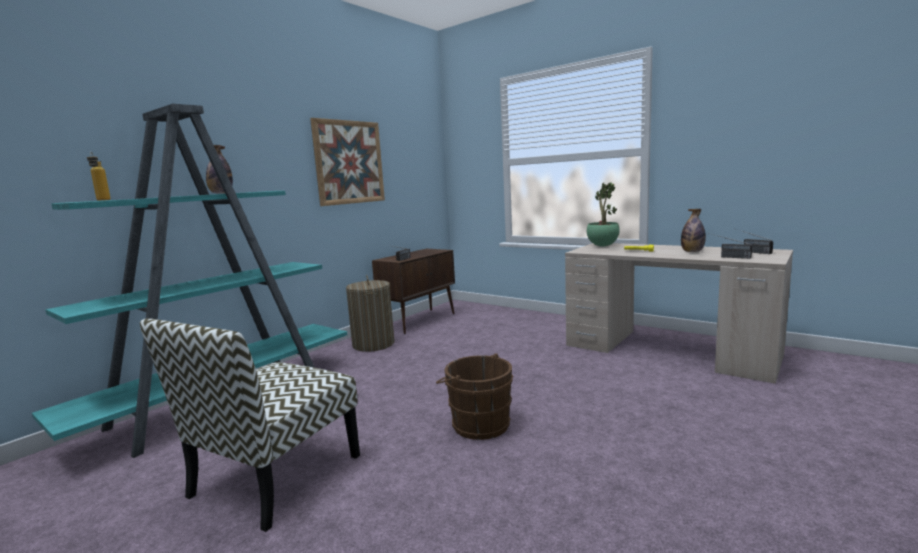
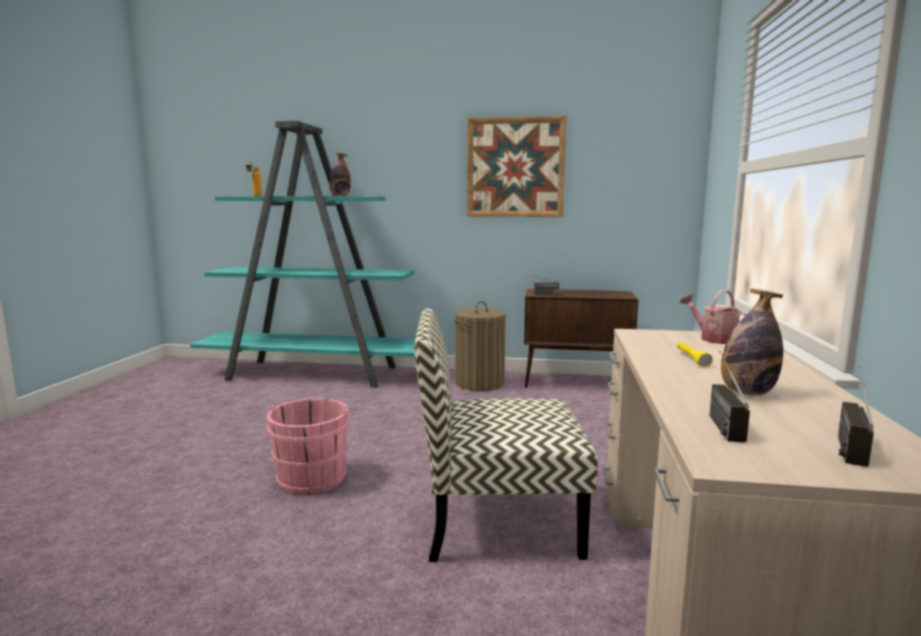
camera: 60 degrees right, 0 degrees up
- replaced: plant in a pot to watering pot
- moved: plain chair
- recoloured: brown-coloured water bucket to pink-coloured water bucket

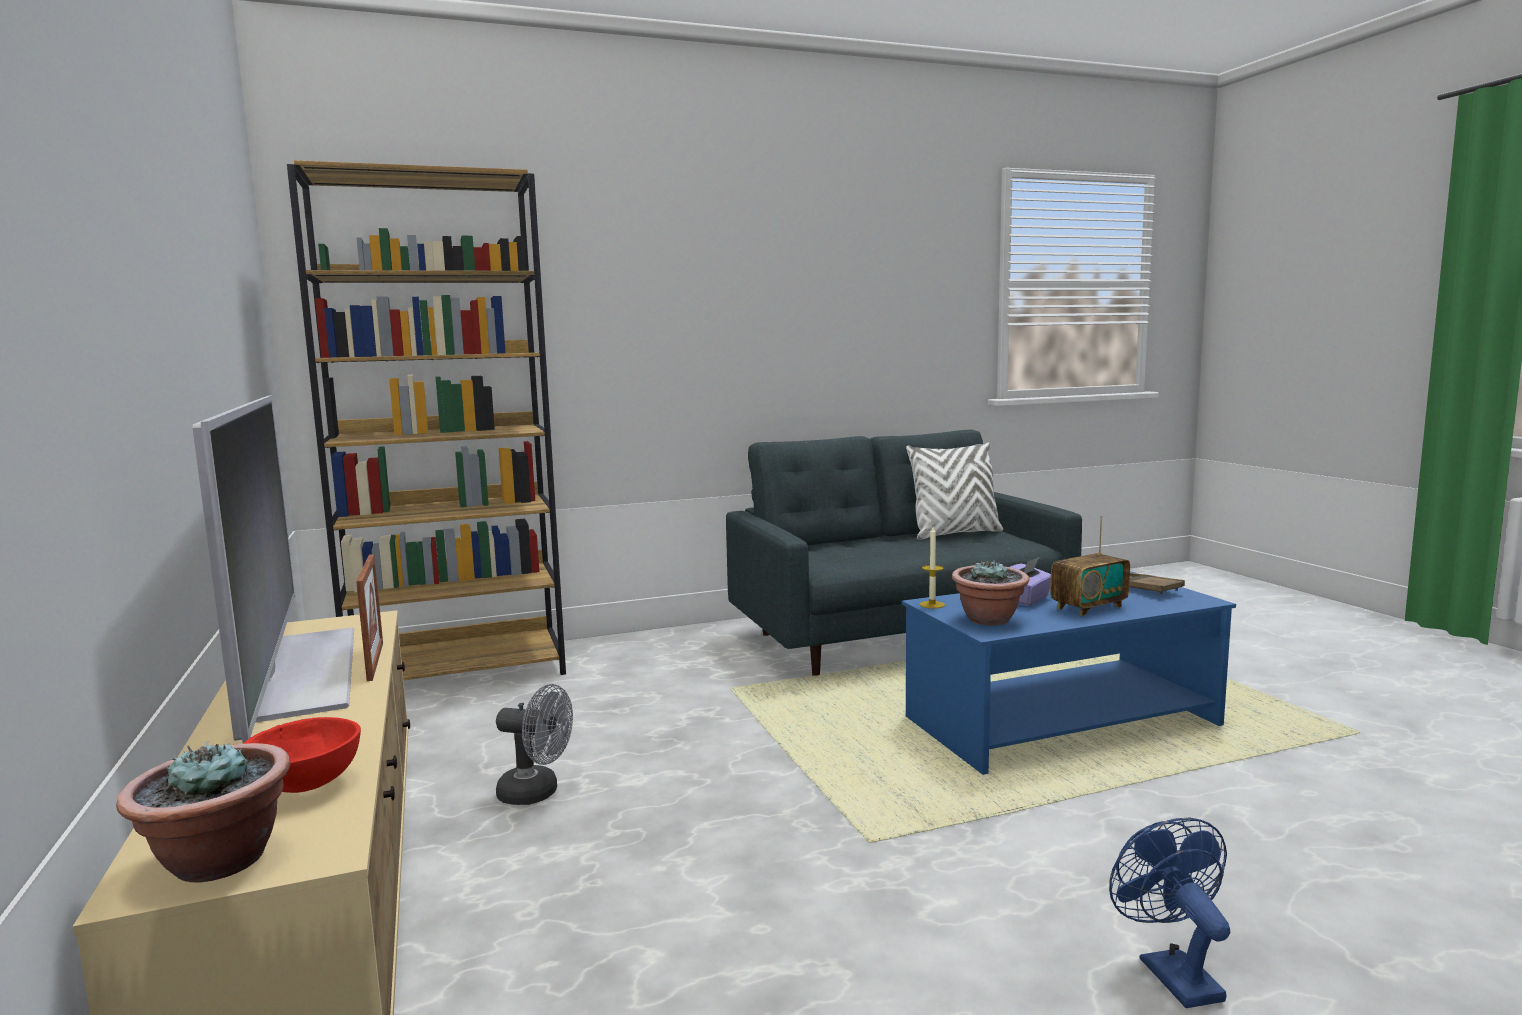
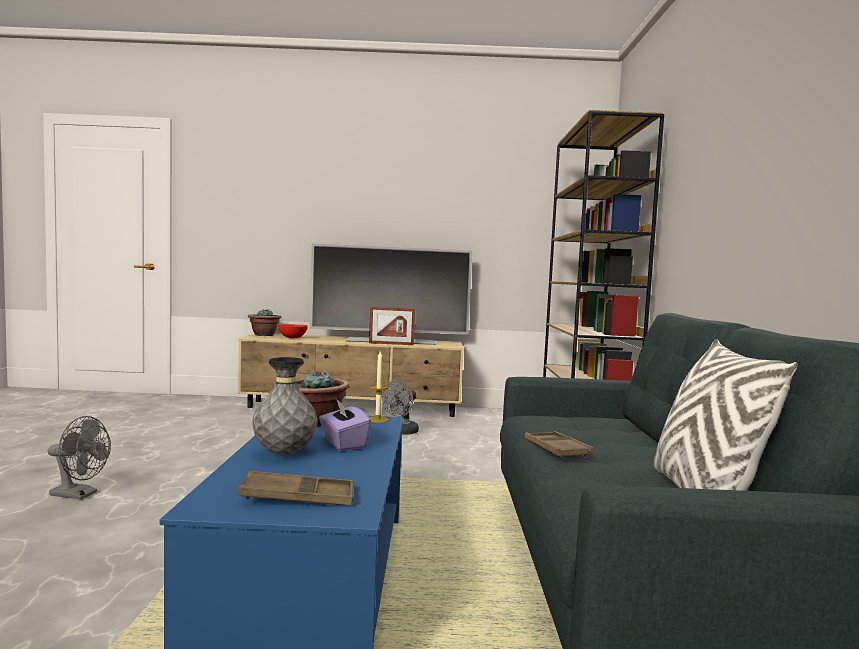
camera: 110 degrees right, 5 degrees down
- replaced: radio receiver to grey flower vase
- recoloured: blue-coloured fan to grey fan (1st from left)
- added: brown-coloured tray (2nd from left)

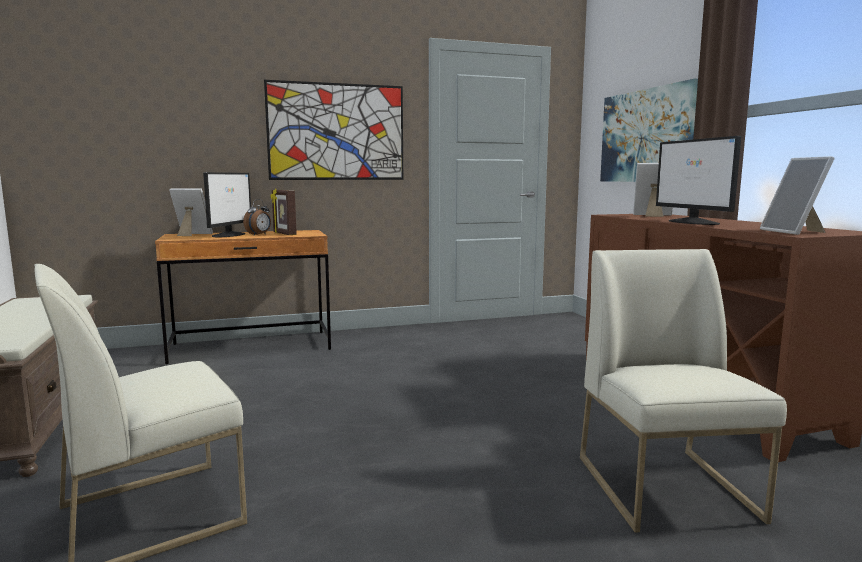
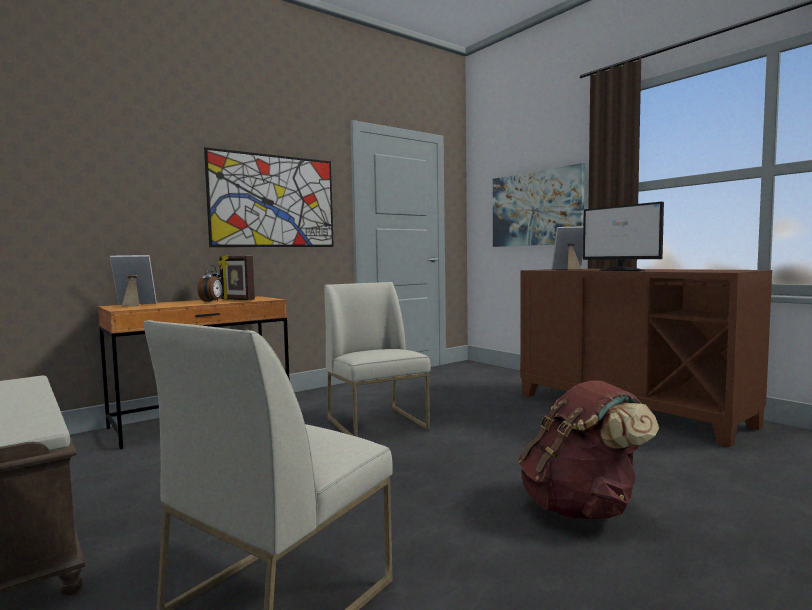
camera: 20 degrees left, 5 degrees down
- removed: photo frame (4th from left)
- removed: computer screen (1st from left)
- moved: whitish plain chair (2nd from left)
- added: brown-coloured rucksack

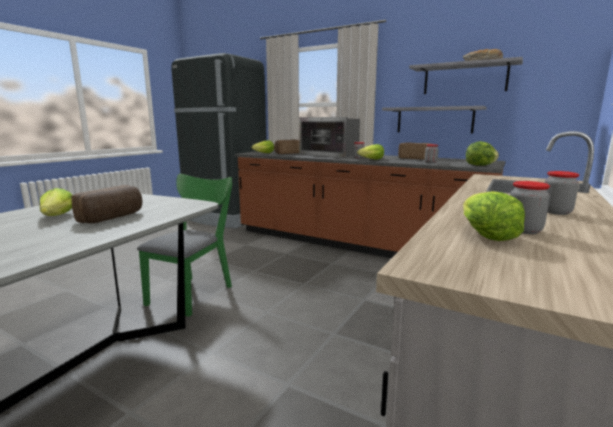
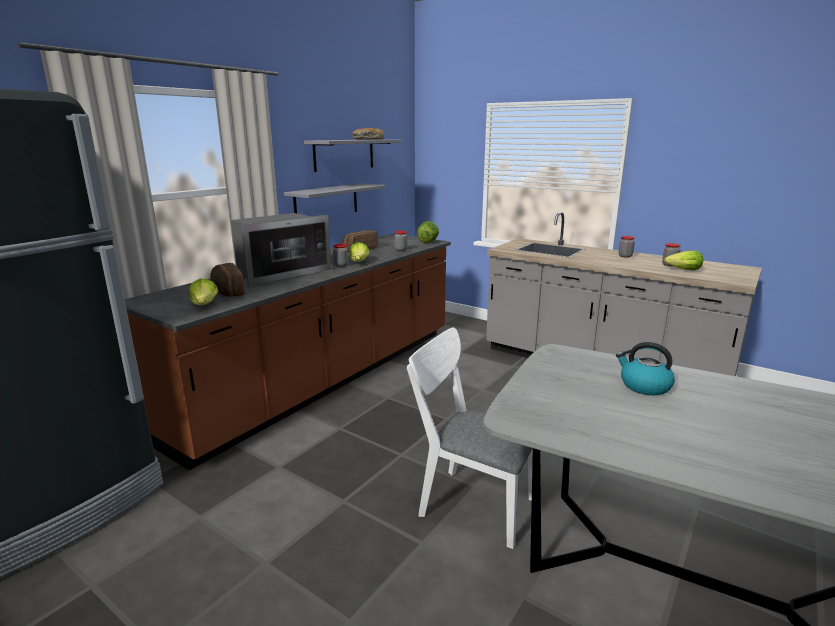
camera: 85 degrees left, 5 degrees up
- recoloured: green-coloured plain chair to whitish plain chair
- replaced: baked bread (1st from left) to tea kettle
- removed: lettuce (1st from left)

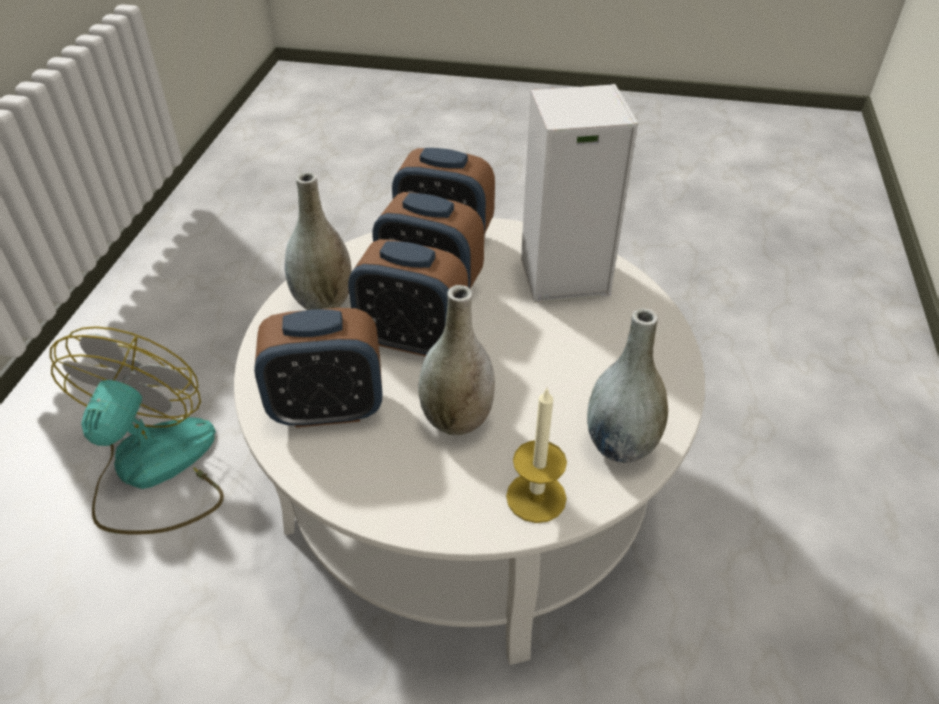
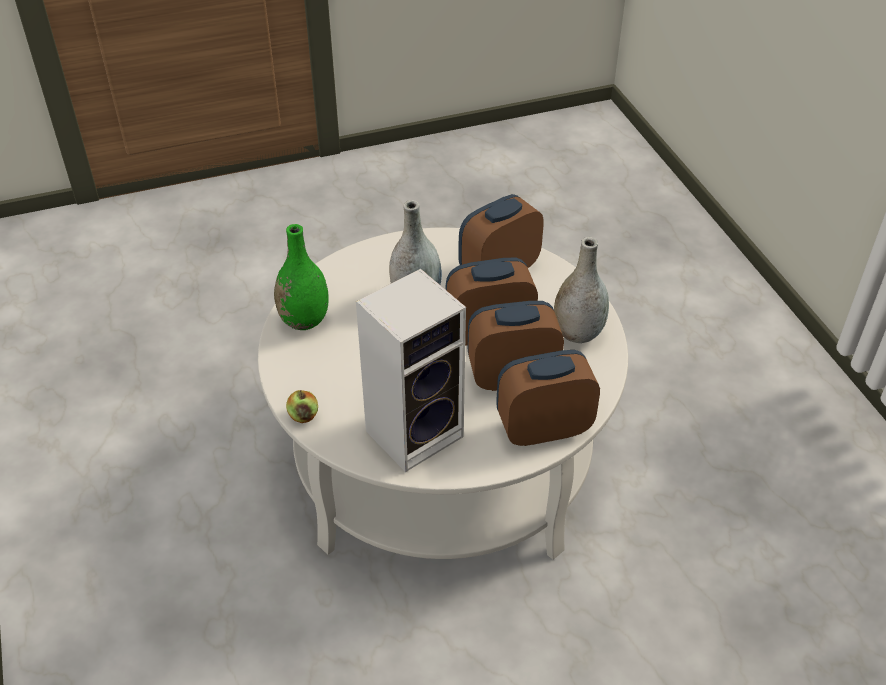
camera: 150 degrees right, 0 degrees up
- recoloured: grey flower vase (3rd from left) to green-coloured flower vase
- removed: fan
- removed: wax light
- added: apple fruit

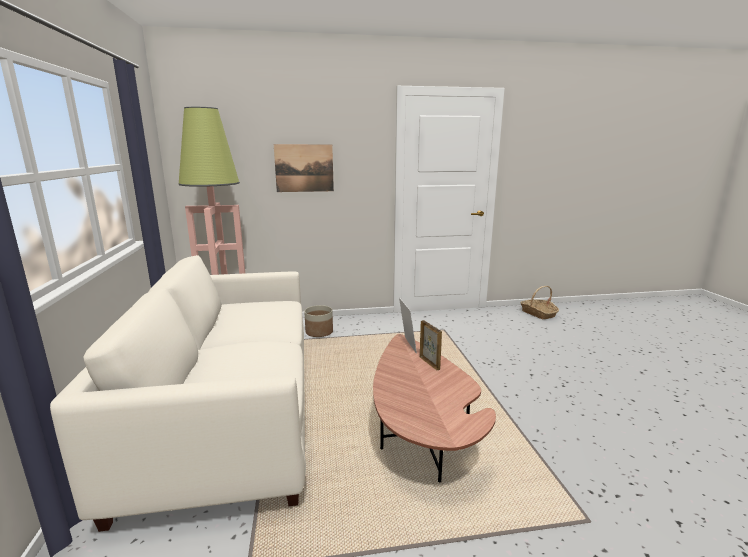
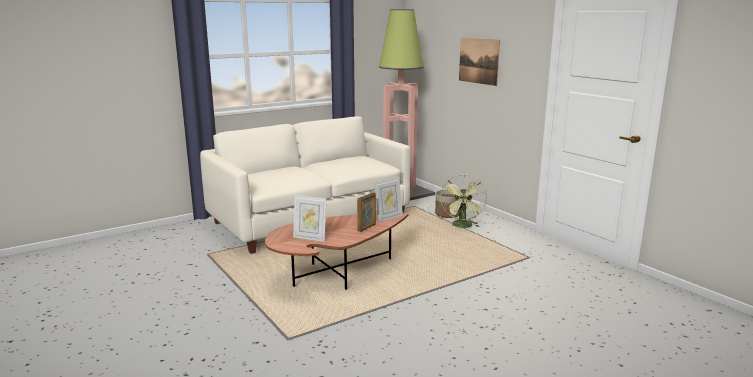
camera: 65 degrees right, 0 degrees up
- removed: basket
- added: green-coloured fan
- added: photo frame (1st from left)

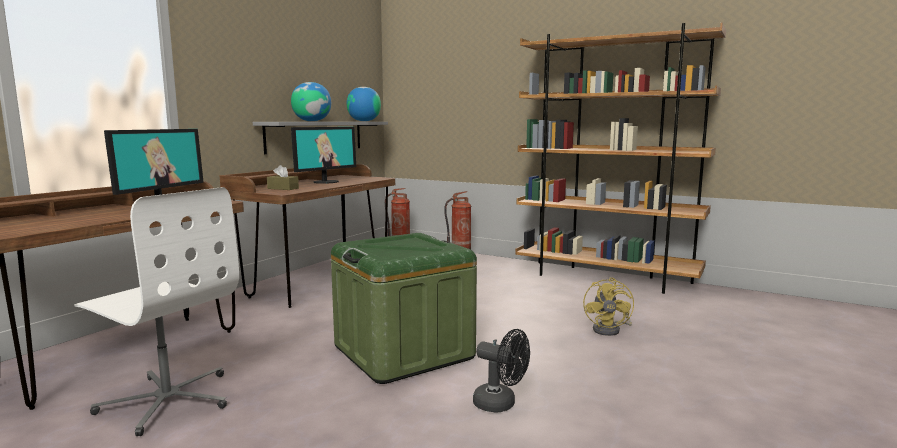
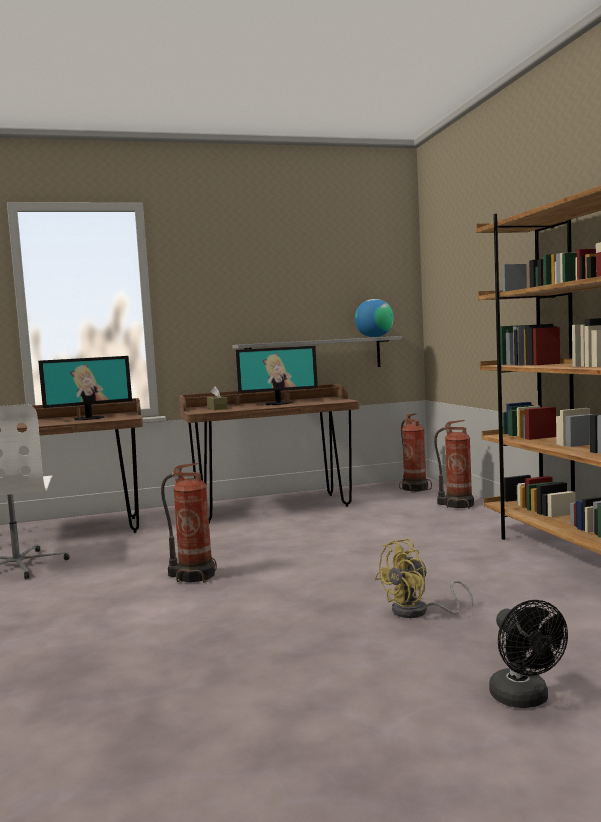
camera: 45 degrees right, 5 degrees down
- removed: desk globe (1st from left)
- replaced: green-coloured storage box to extinguisher (1st from left)
- moved: black-coloured fan

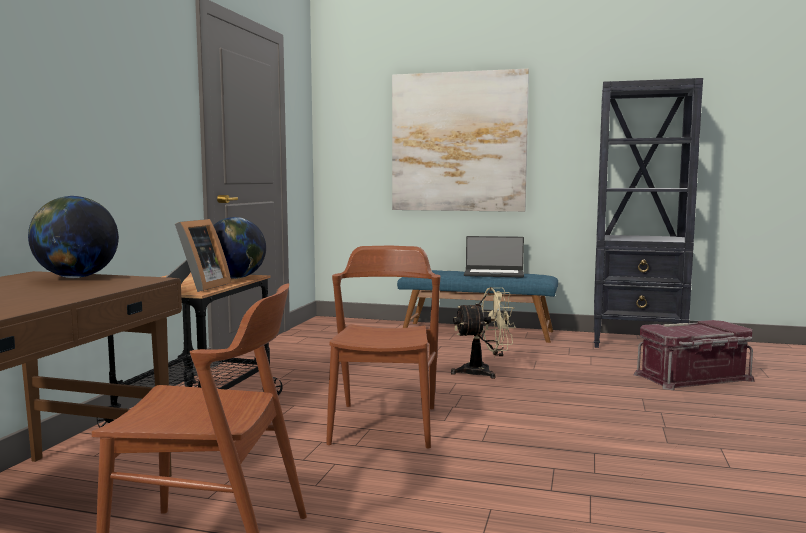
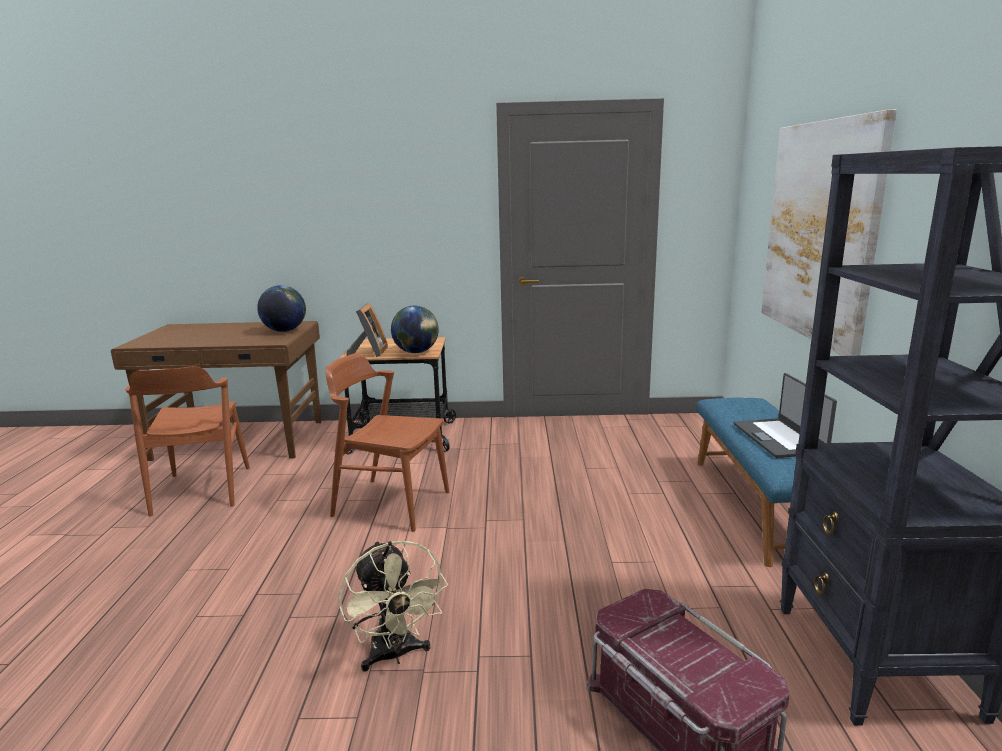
camera: 75 degrees right, 10 degrees up
- turned: photo frame 90 degrees counterclockwise
- turned: brown-coloured plain chair (2nd from left) 150 degrees counterclockwise
- moved: beige fan

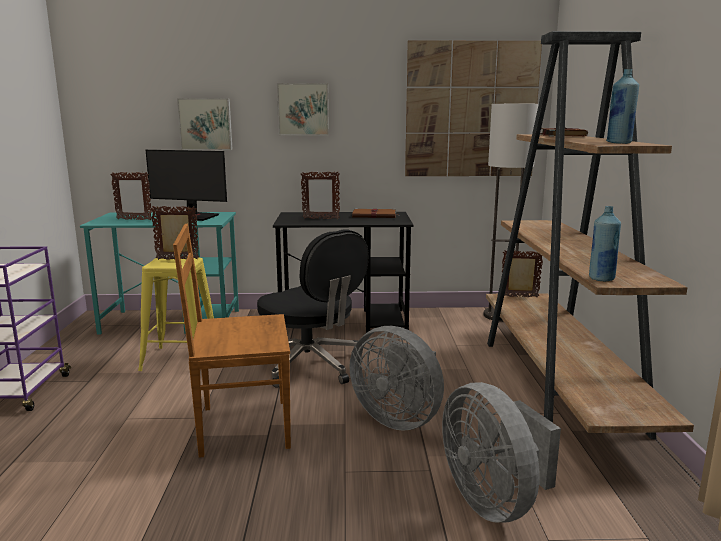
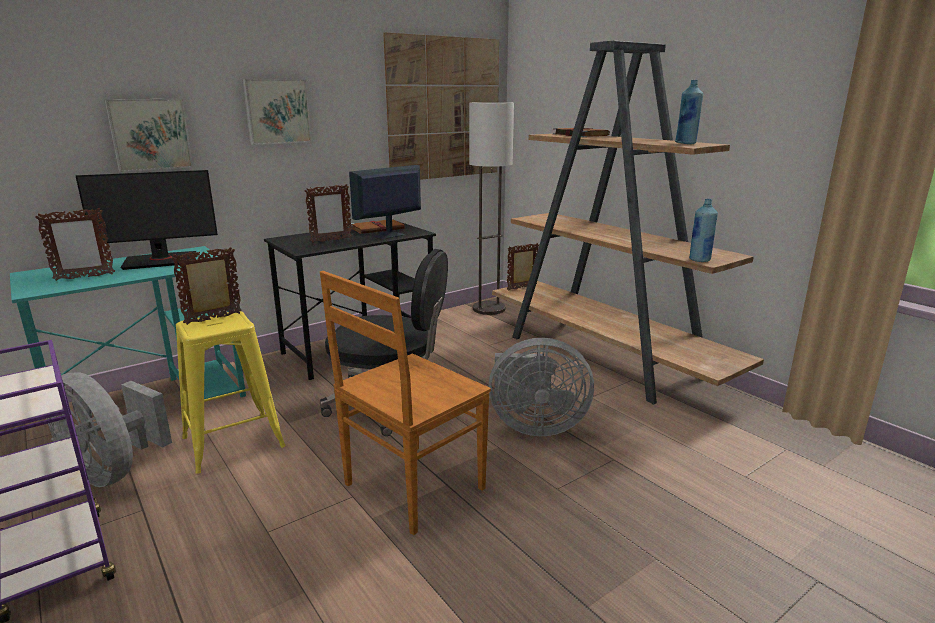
camera: 35 degrees left, 5 degrees up
- moved: grey fan (2nd from left in the first image) to grey fan (1st from left)
- added: computer screen (2nd from left)

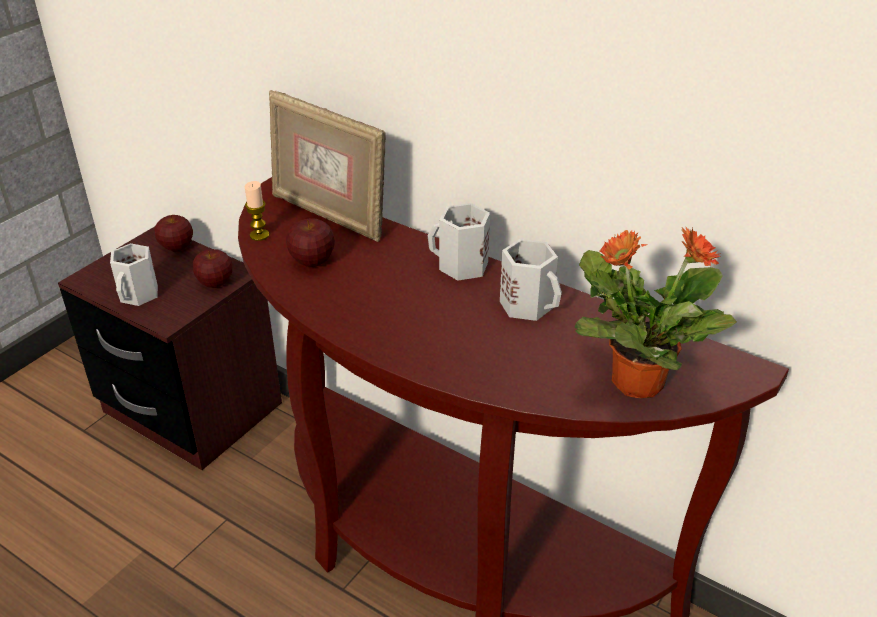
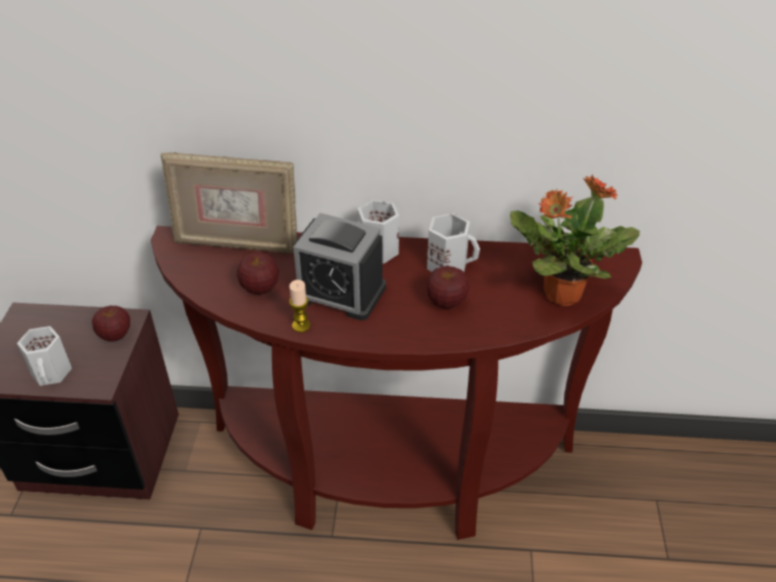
camera: 30 degrees left, 5 degrees up
- moved: wax light
- moved: apple fruit (1st from left in the first image) to apple fruit (3rd from left)
- added: alarm clock

